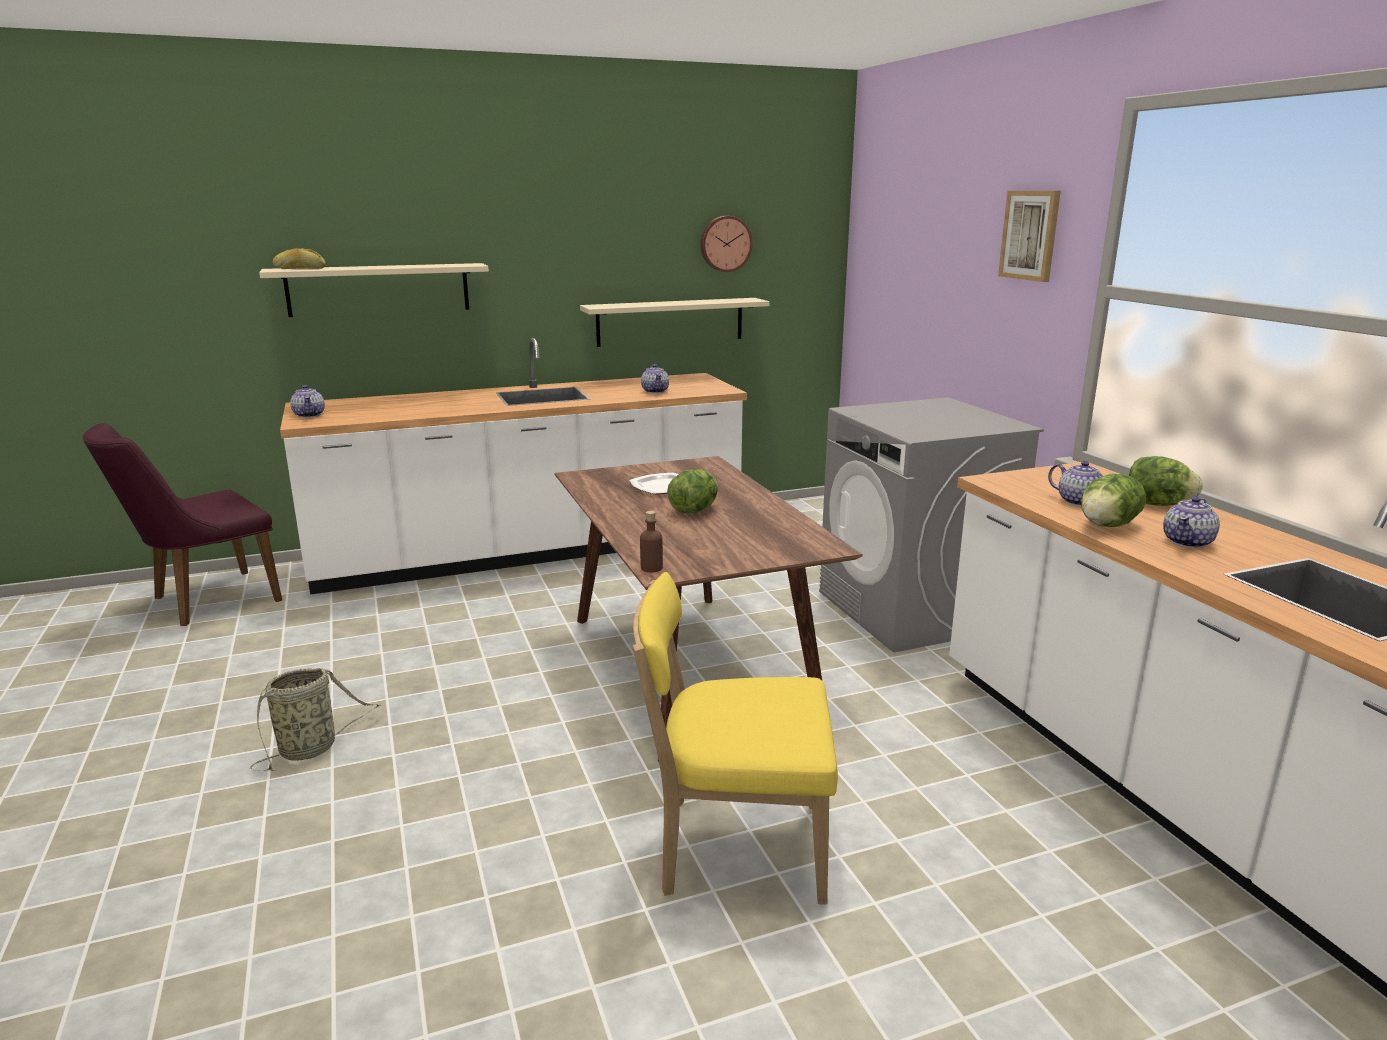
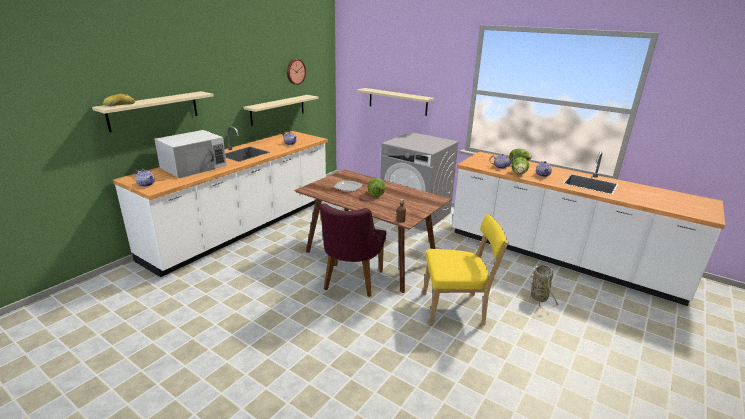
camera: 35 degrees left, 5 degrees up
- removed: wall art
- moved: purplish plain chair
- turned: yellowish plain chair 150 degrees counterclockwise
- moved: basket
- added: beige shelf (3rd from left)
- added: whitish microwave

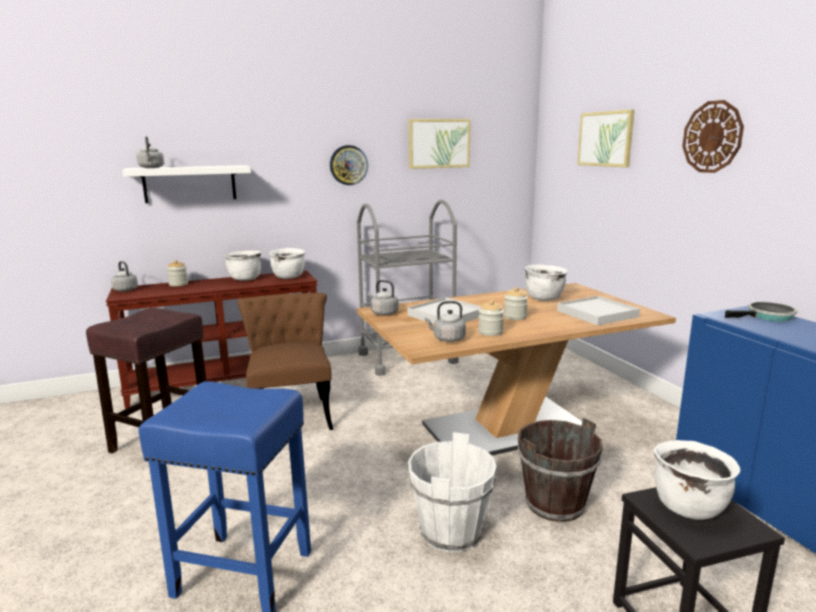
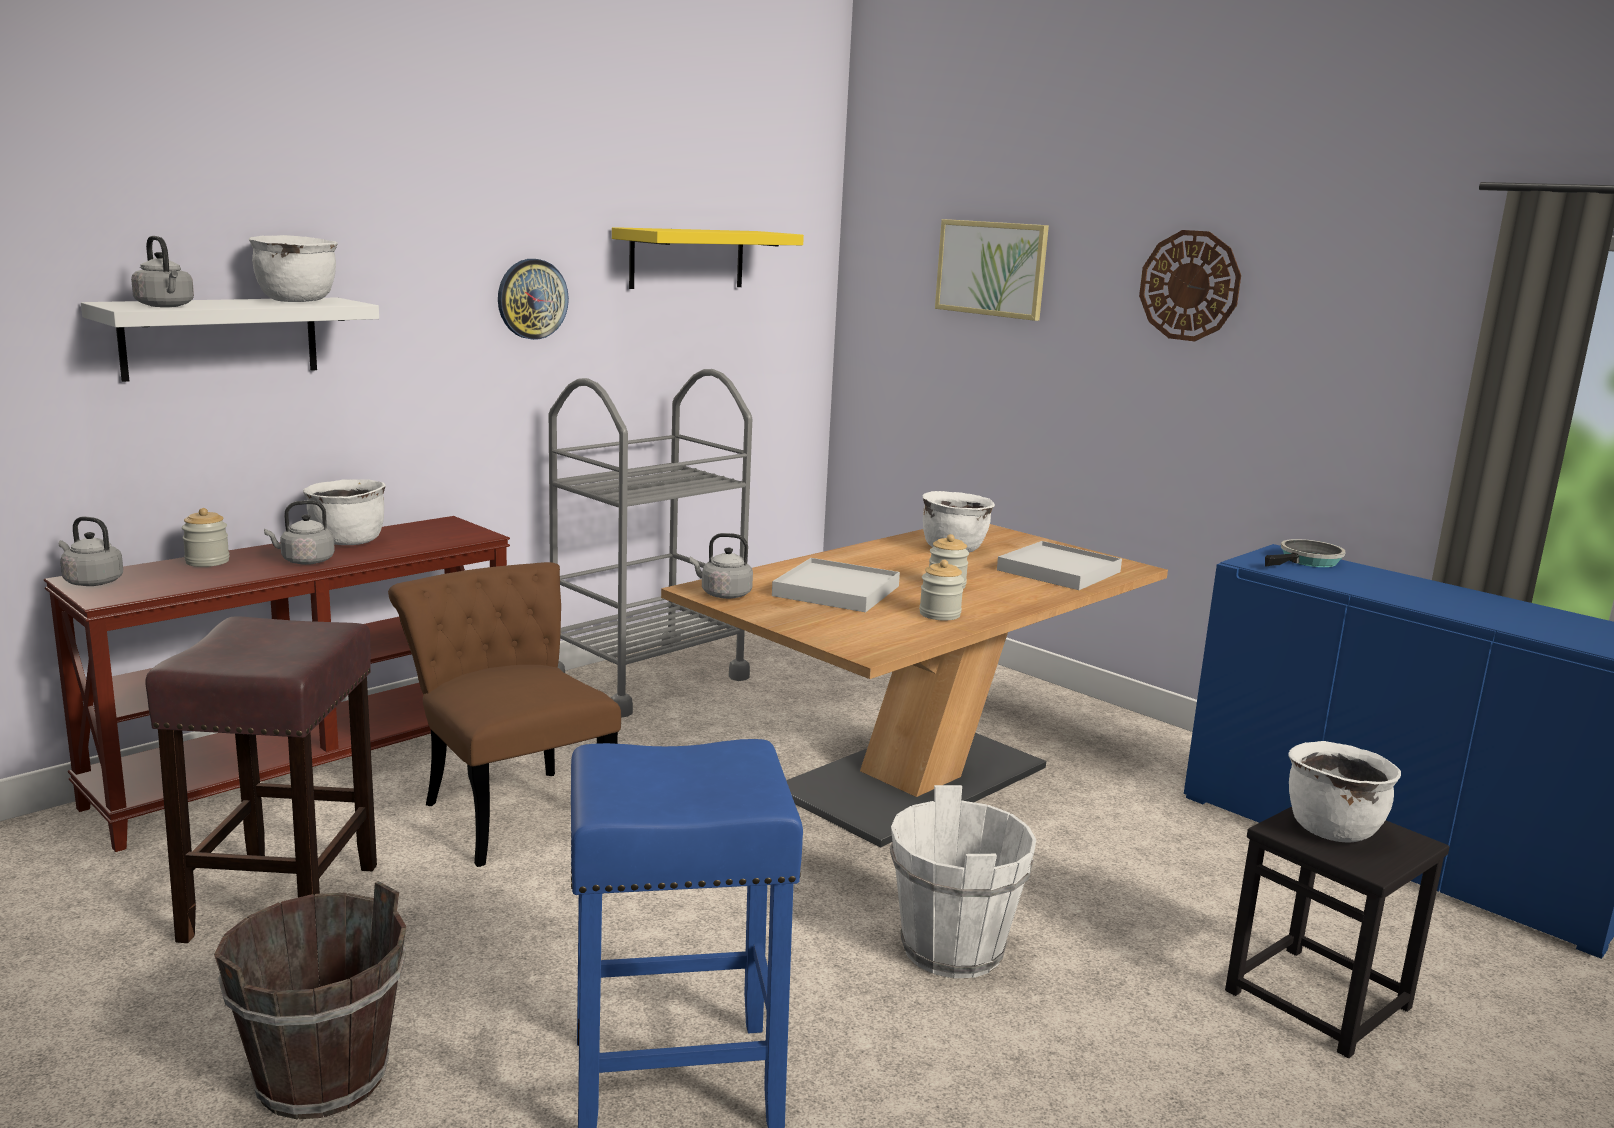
camera: 25 degrees left, 0 degrees up
- replaced: wall art (1st from left) to yellowish shelf
- moved: whitish stockpot (2nd from left in the first image) to whitish stockpot (1st from left)
- moved: grey tea kettle (4th from left in the first image) to grey tea kettle (3rd from left)
- moved: brown-coloured water bucket

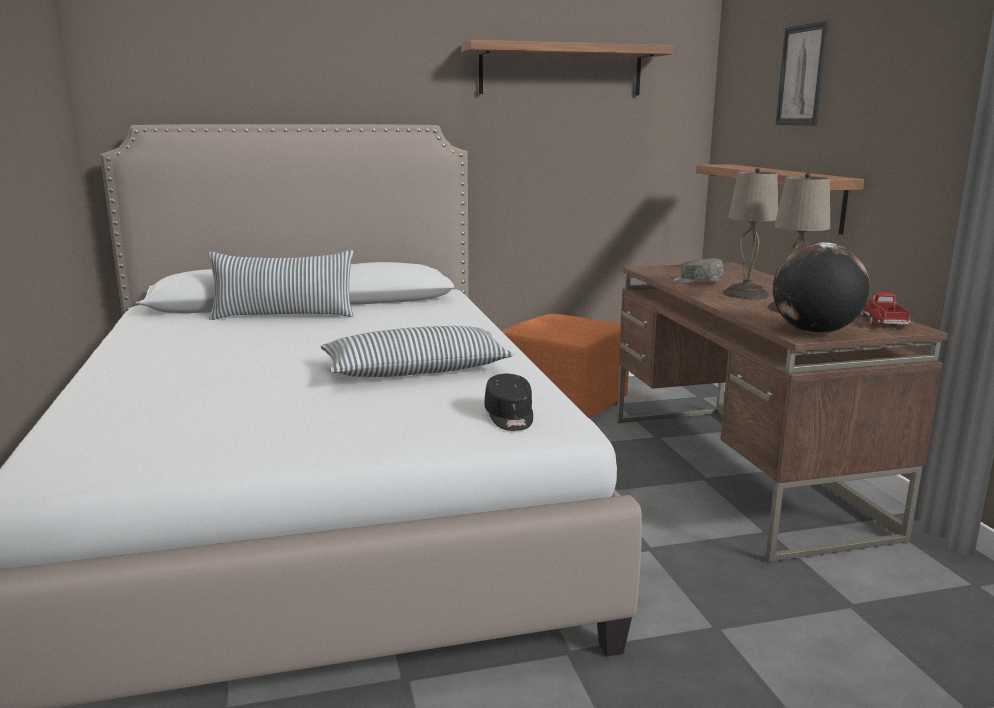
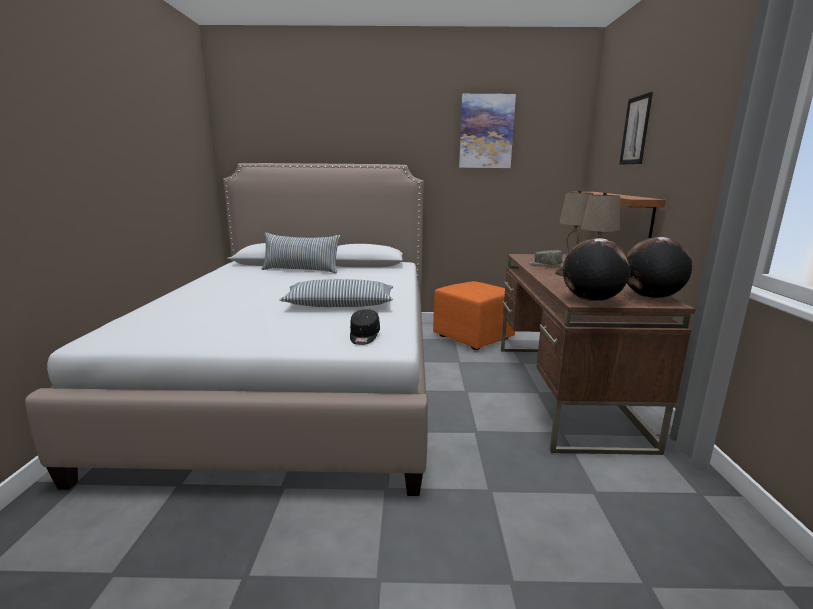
camera: 15 degrees right, 0 degrees up
- replaced: shelf (1st from left) to wall art (1st from left)
- replaced: toy truck to desk globe (2nd from left)

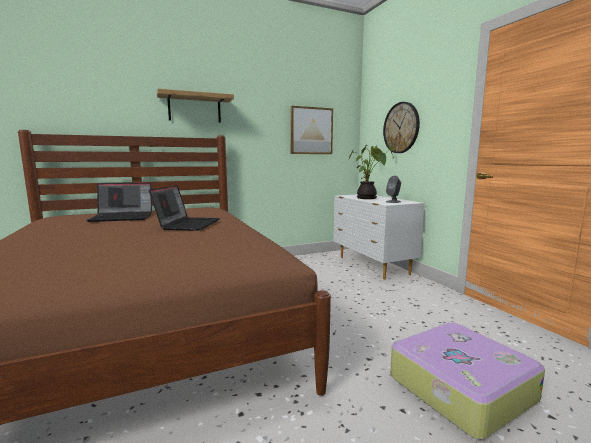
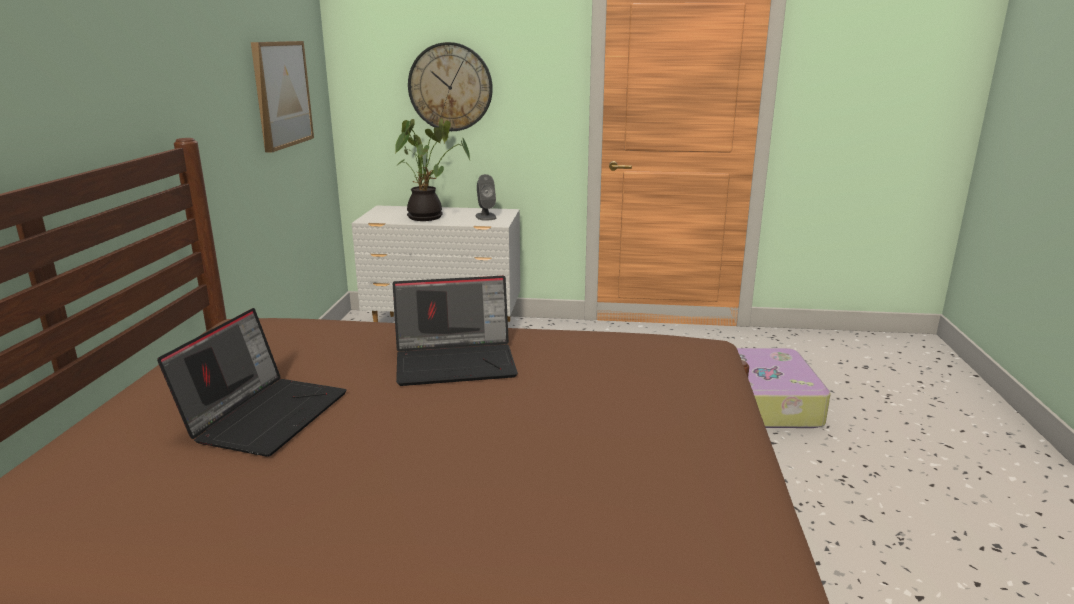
camera: 60 degrees left, 10 degrees up
- removed: shelf
- turned: notebook computer (2nd from left) 135 degrees clockwise

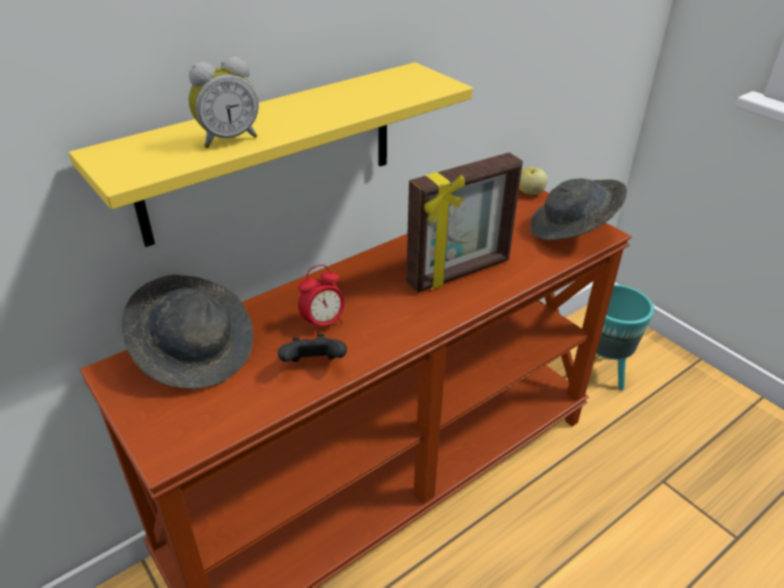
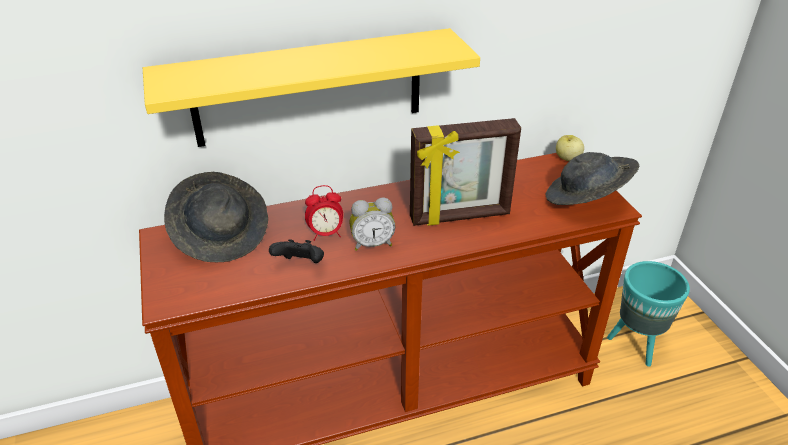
camera: 20 degrees right, 0 degrees up
- moved: alarm clock (1st from left in the first image) to alarm clock (2nd from left)

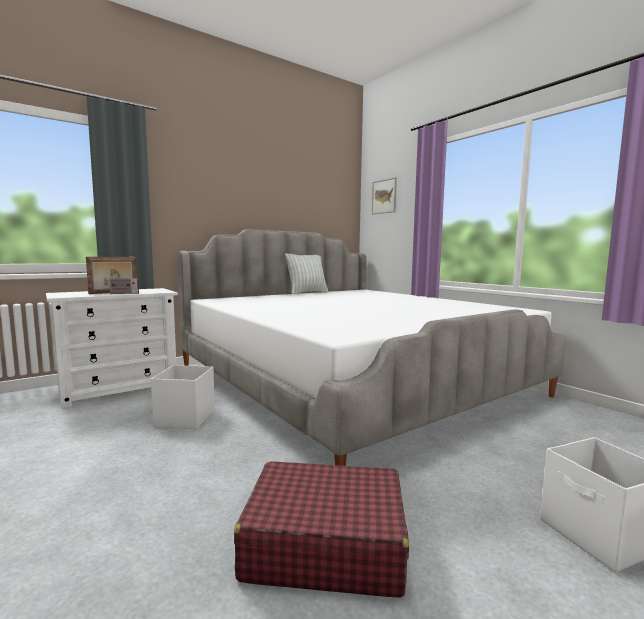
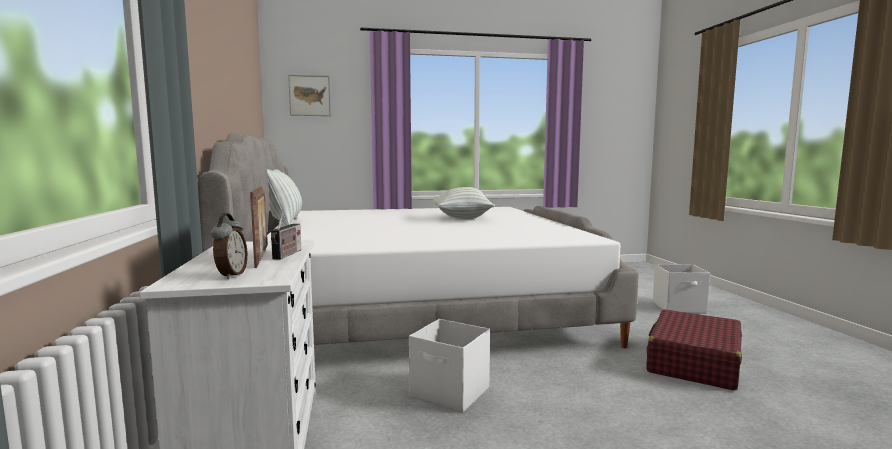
camera: 65 degrees left, 0 degrees up
- added: throw pillow (2nd from left)
- added: alarm clock

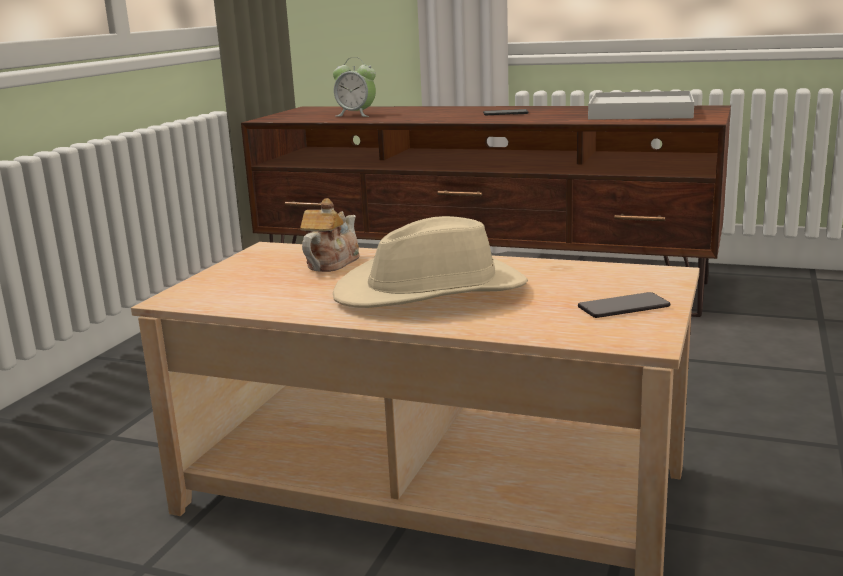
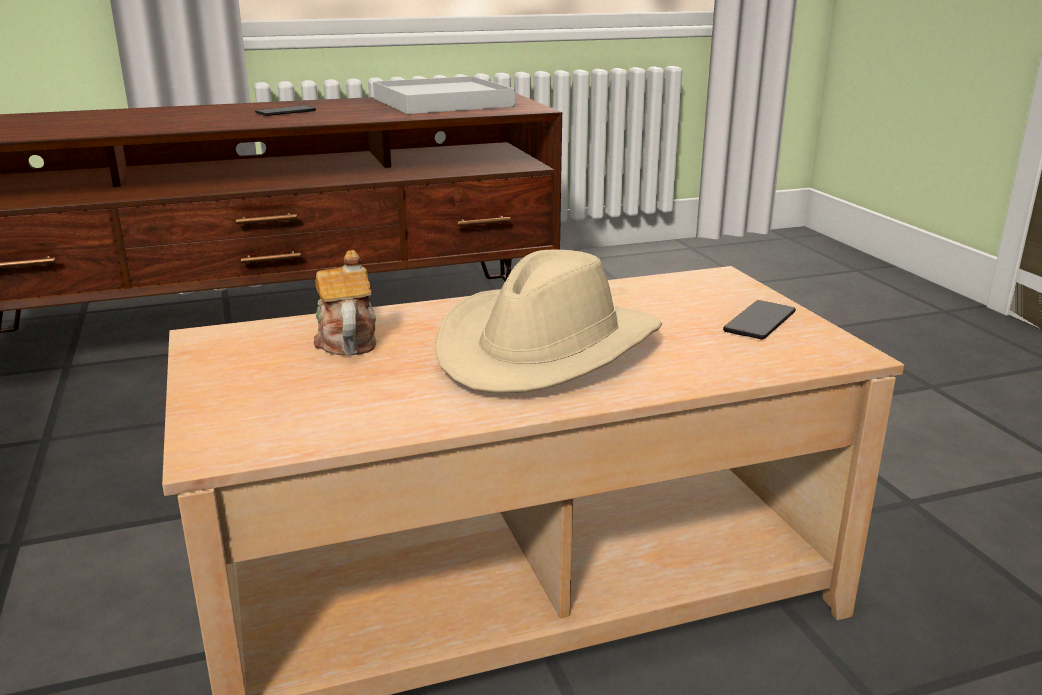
camera: 40 degrees left, 5 degrees up
- removed: alarm clock

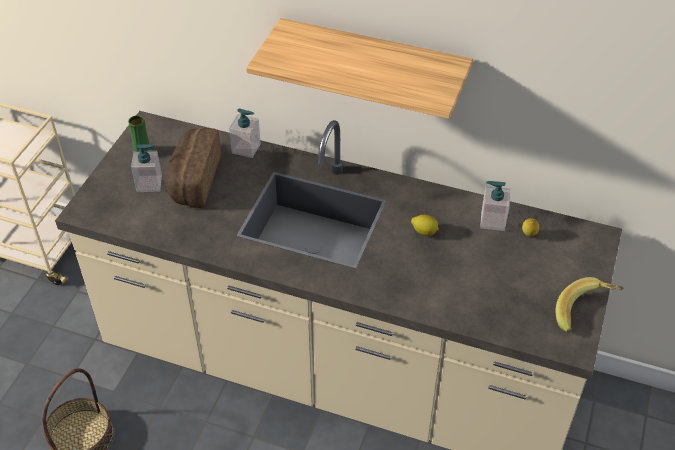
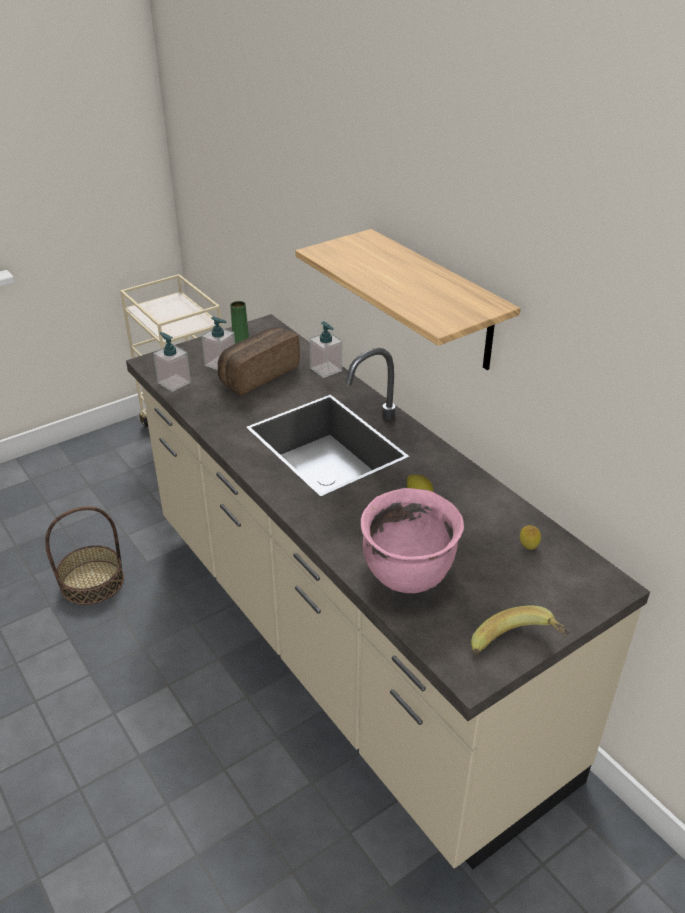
camera: 35 degrees right, 10 degrees down
- moved: soap bottle (3rd from left in the first image) to soap bottle (1st from left)
- added: pink-coloured stockpot

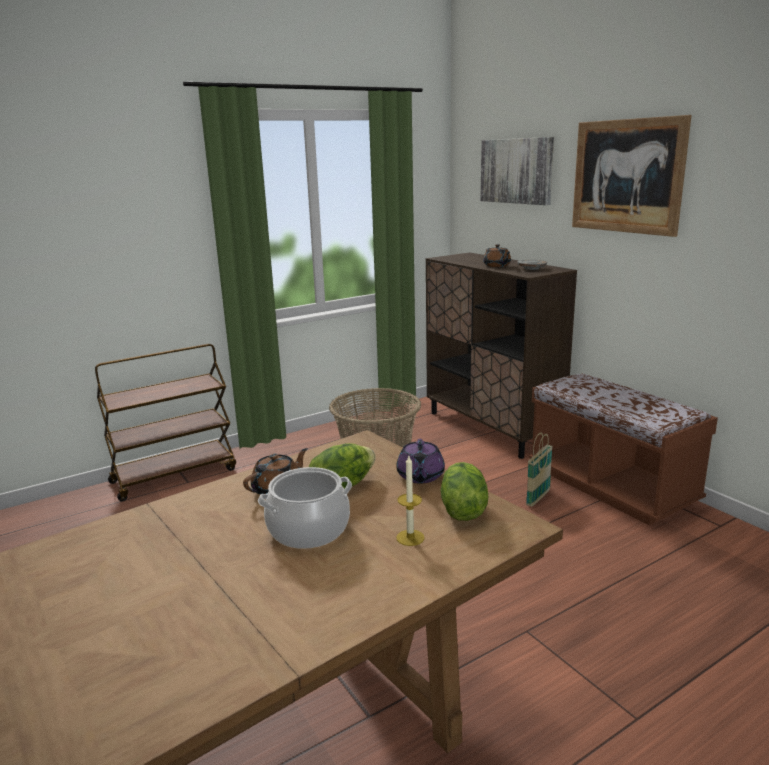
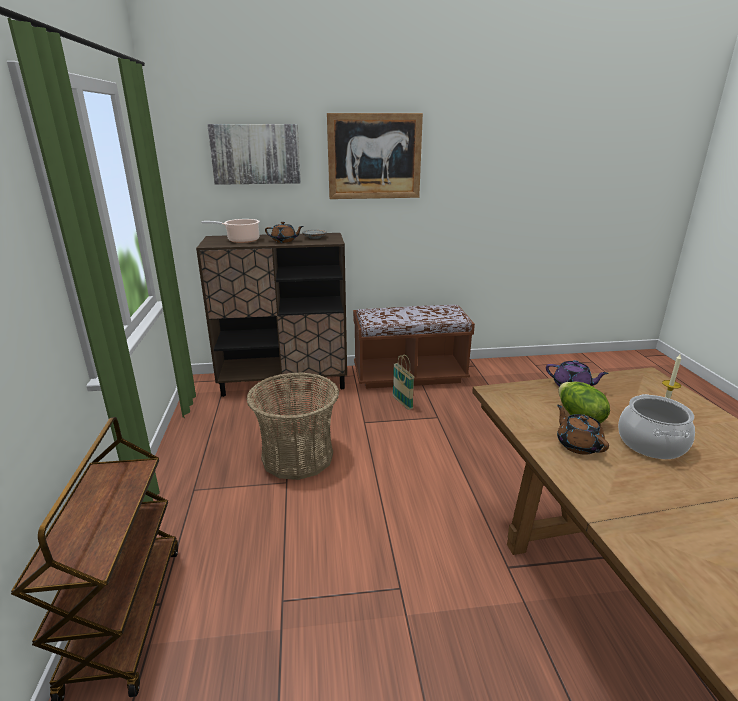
camera: 65 degrees left, 5 degrees up
- removed: lettuce (2nd from left)
- added: stockpot (1st from left)

